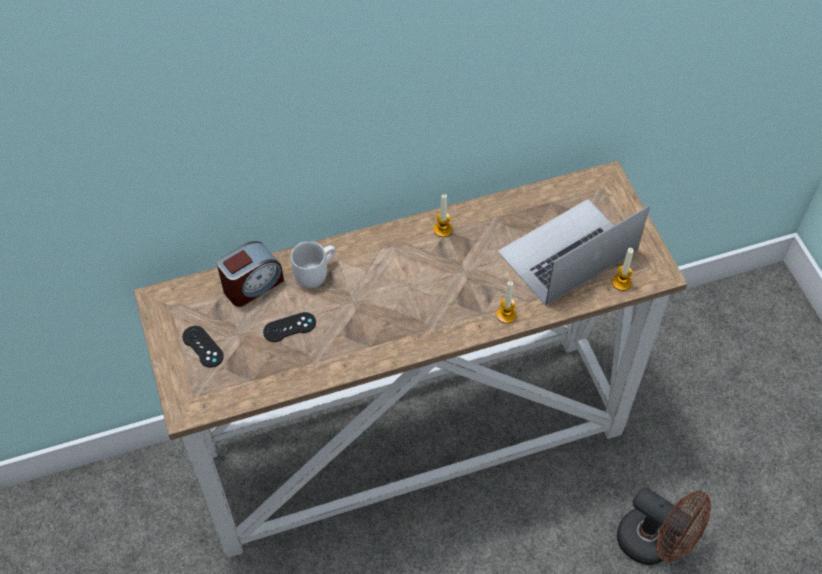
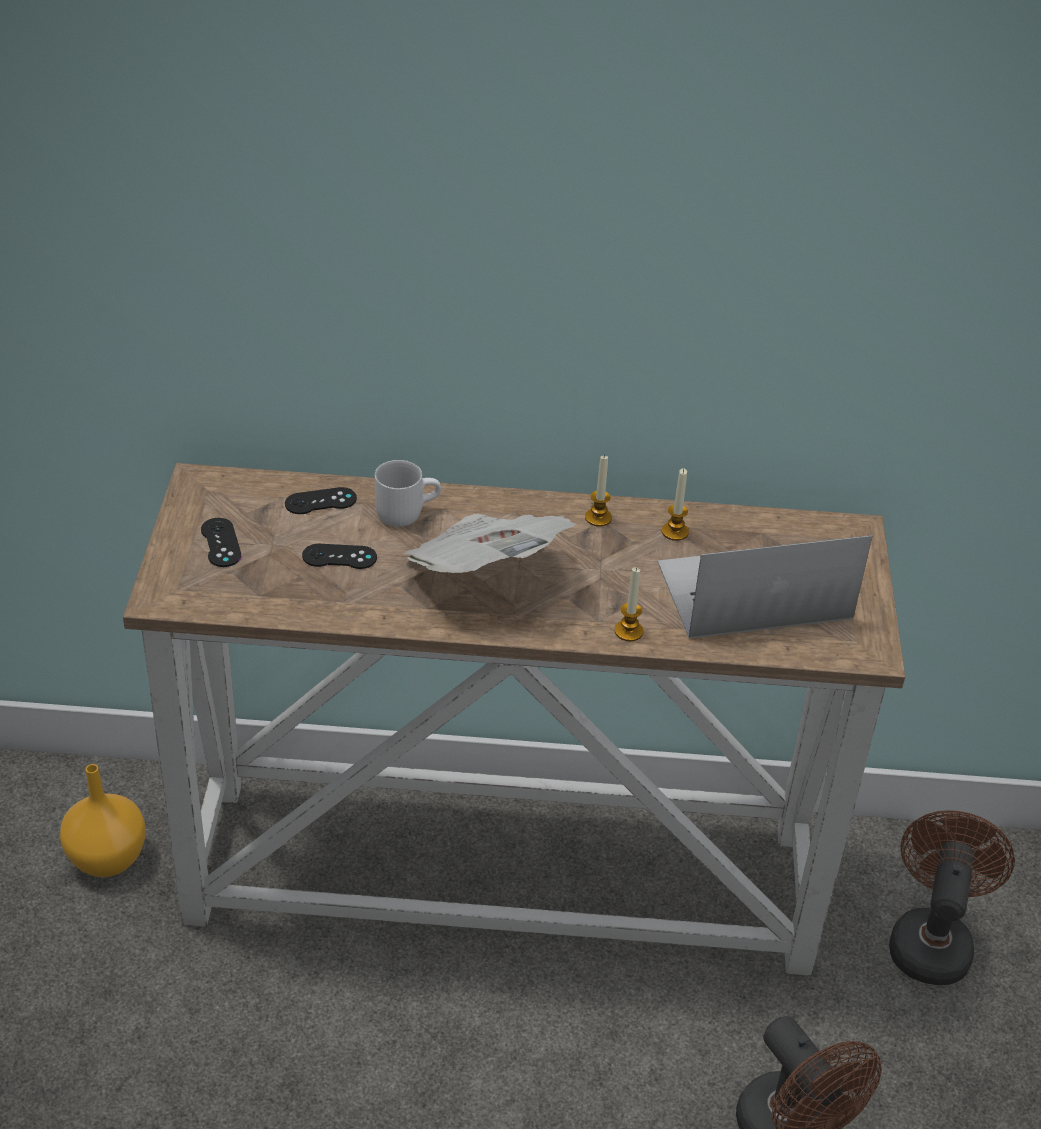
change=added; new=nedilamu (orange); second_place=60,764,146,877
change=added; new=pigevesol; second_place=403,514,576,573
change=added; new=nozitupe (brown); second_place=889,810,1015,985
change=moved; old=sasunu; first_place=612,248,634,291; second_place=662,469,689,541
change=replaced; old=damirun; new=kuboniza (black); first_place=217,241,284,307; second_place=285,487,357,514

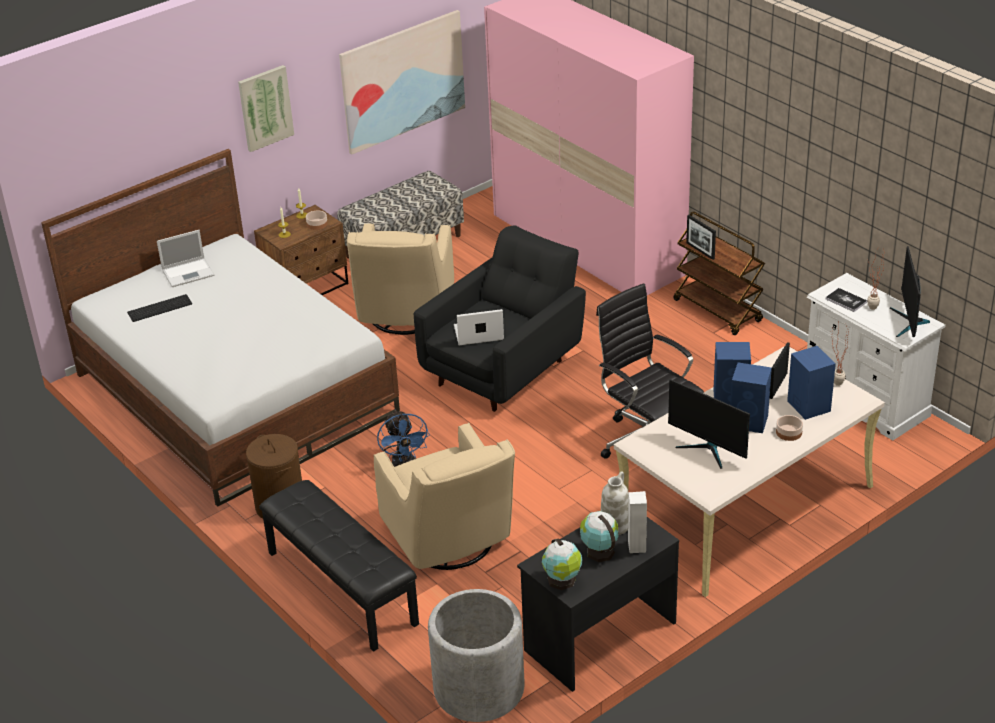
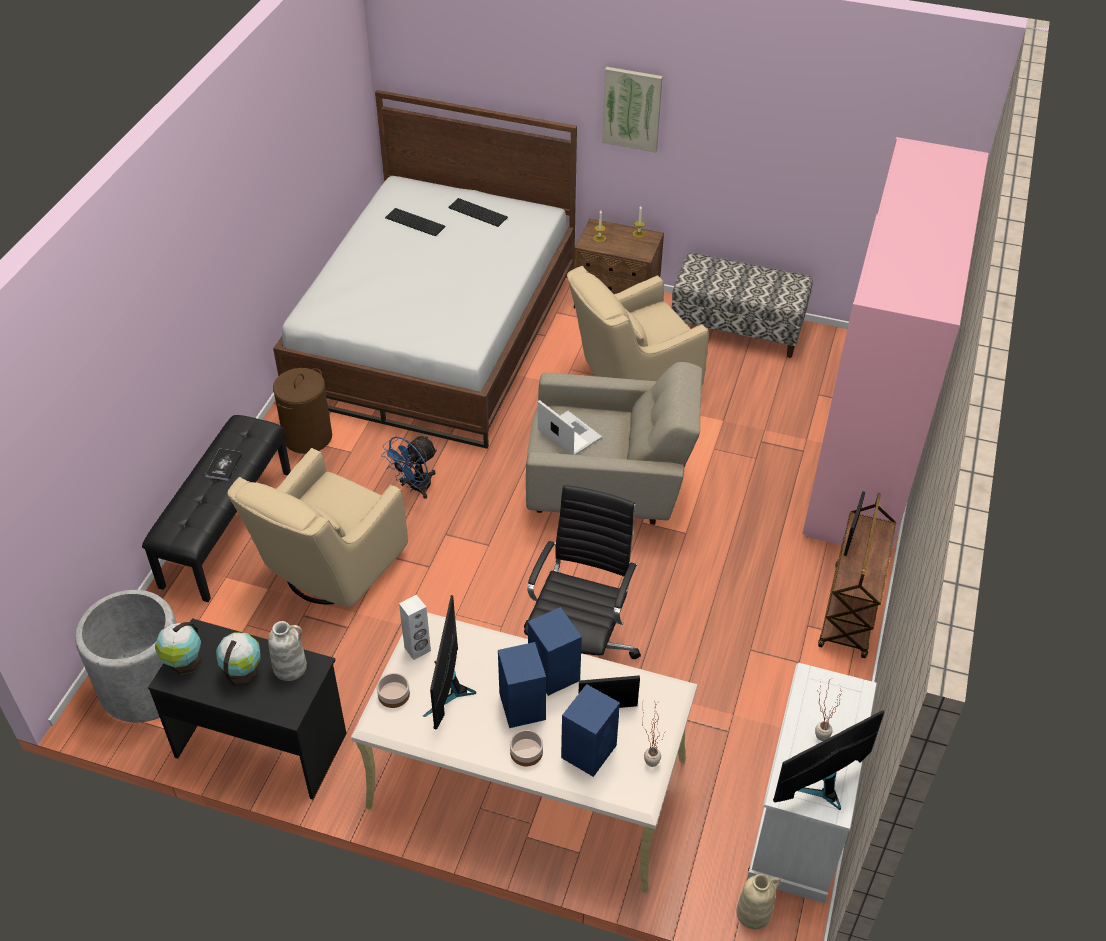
change=removed; old=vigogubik; first_place=339,10,465,154
change=added; new=nedilamu (beige); second_place=736,874,782,929
change=moved; old=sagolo; first_place=306,210,328,230; second_place=377,673,410,708
change=moved; old=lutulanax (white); first_place=628,491,647,553; second_place=399,595,431,660
change=moved; old=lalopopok; first_place=826,288,867,312; second_place=205,448,243,481
change=replaced; old=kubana; new=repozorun; first_place=157,230,214,287; second_place=448,198,508,227
change=recoloured; old=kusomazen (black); new=kusomazen (beige); first_place=414,225,586,412; second_place=526,362,702,525

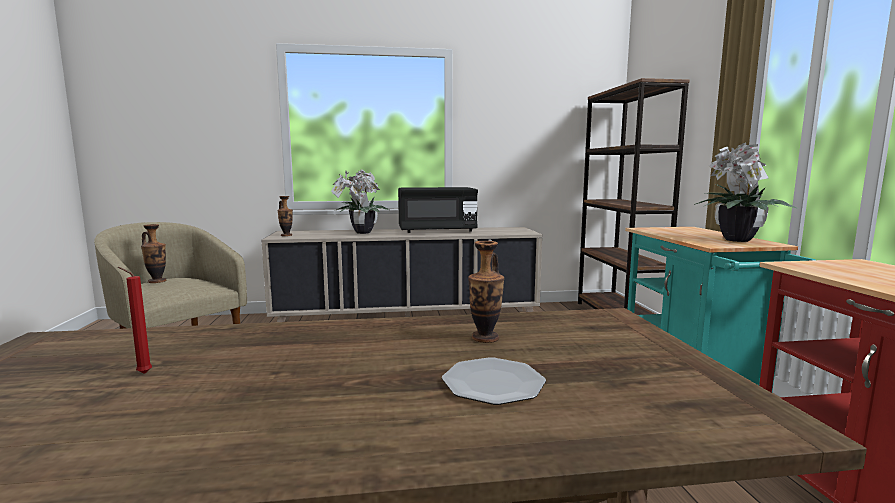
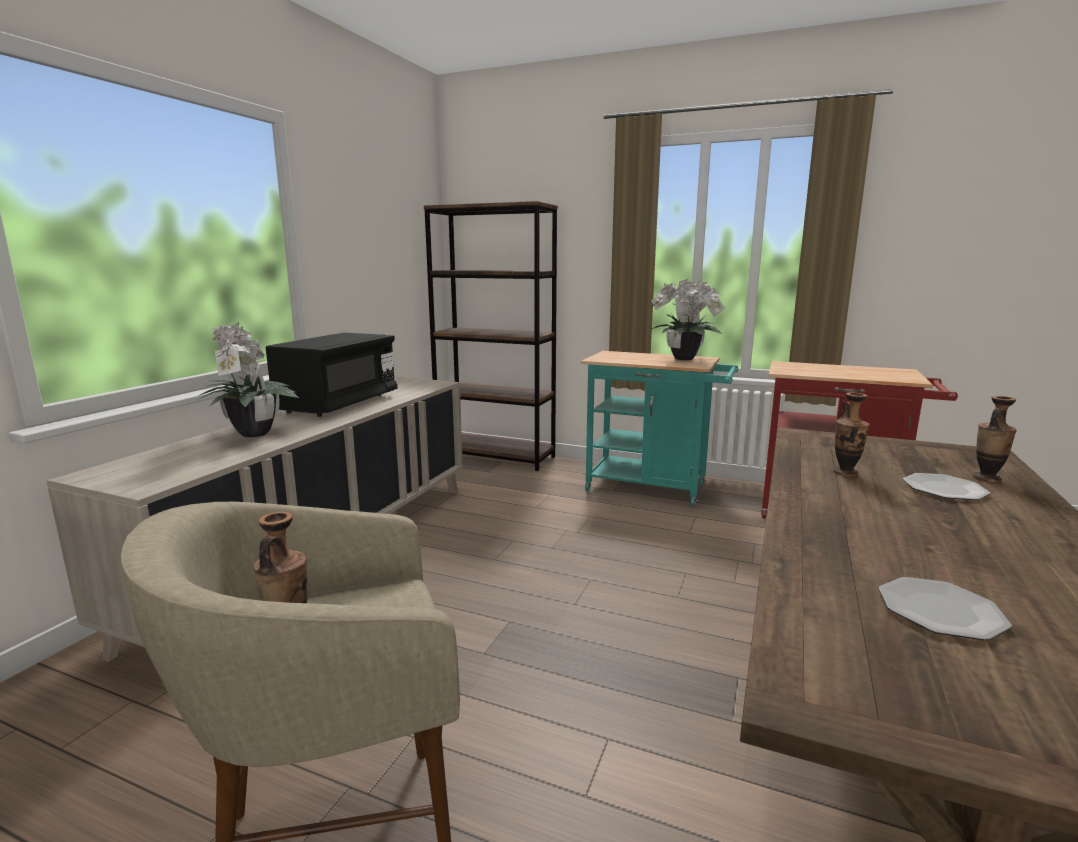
change=moved; old=nedilamu; first_place=277,196,293,236; second_place=973,396,1017,483
change=replaced; old=sasunu (red); new=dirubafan; first_place=118,267,152,374; second_place=879,577,1012,640

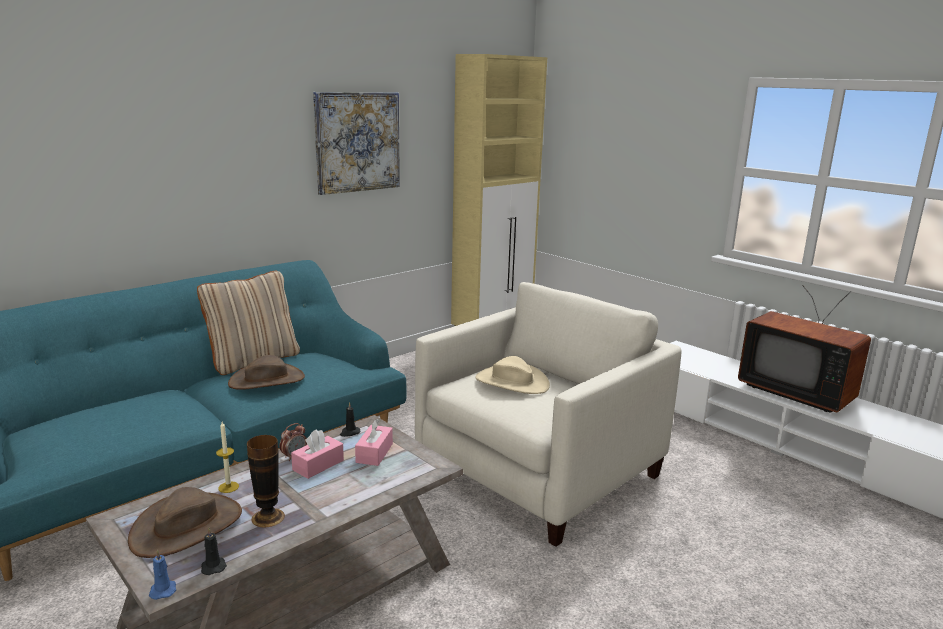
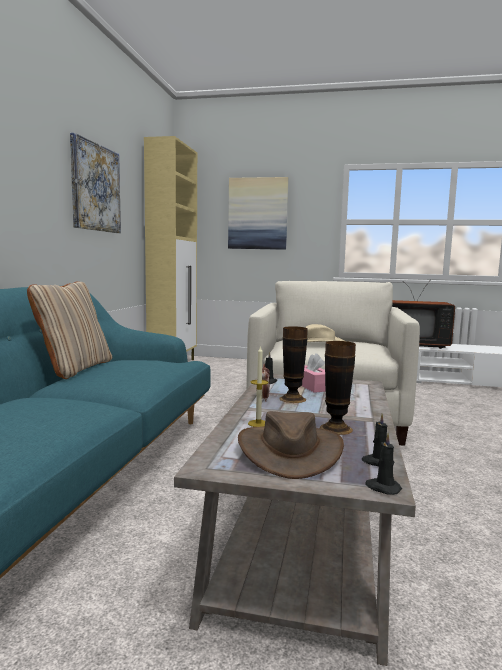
change=removed; old=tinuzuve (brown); first_place=228,355,305,390
change=added; new=vigogubik; second_place=228,177,289,250
change=replaced; old=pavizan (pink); new=nedilamu; first_place=291,429,344,479; second_place=279,326,308,403
change=recoloured; old=sasunu (blue); new=sasunu (black); first_place=149,549,176,600; second_place=365,433,402,495

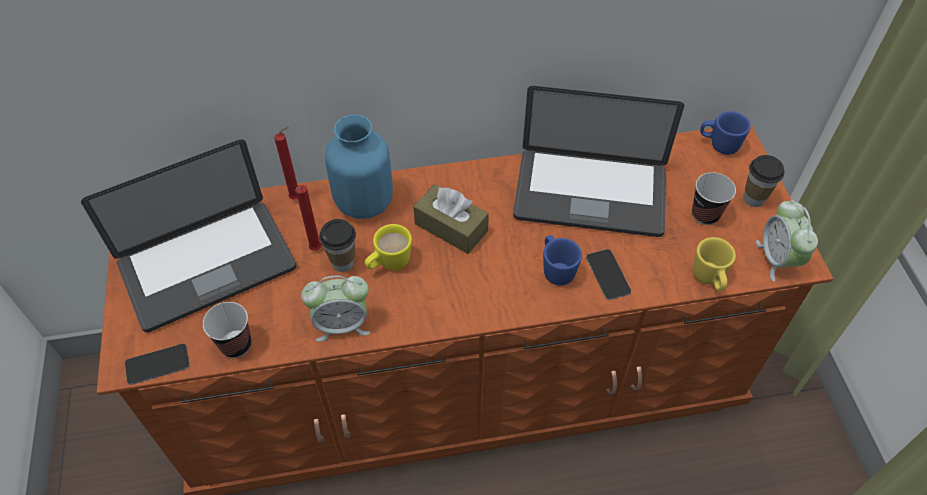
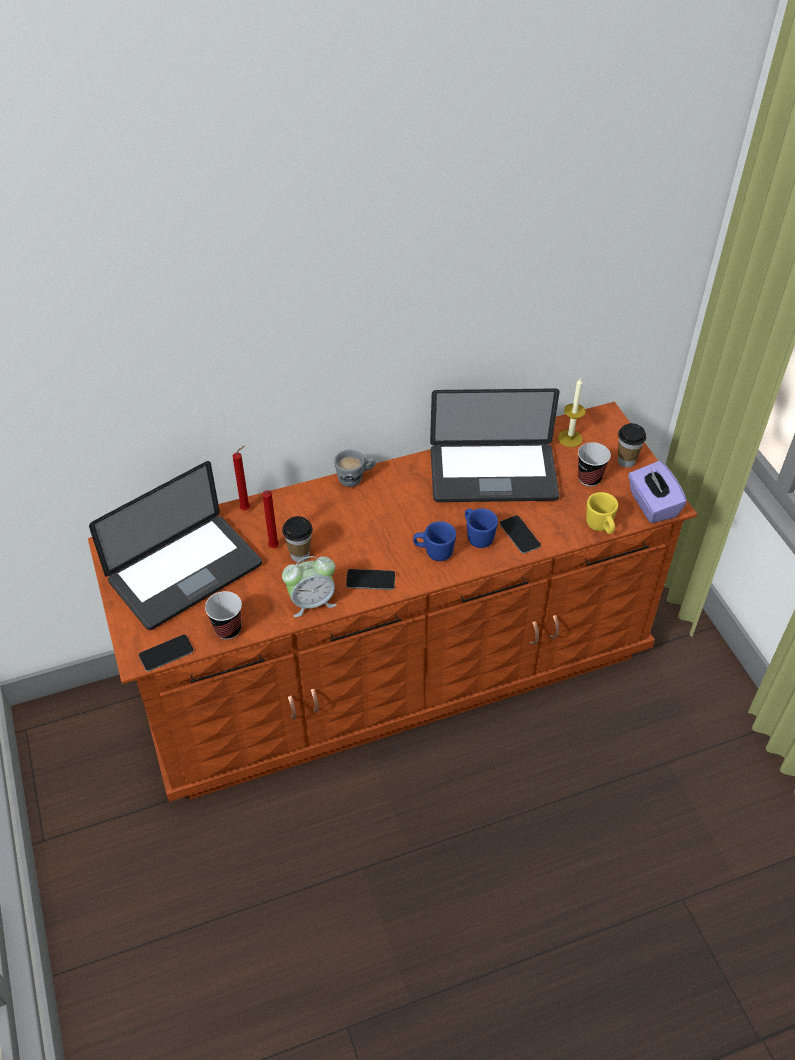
change=removed; old=nedilamu (blue); first_place=325,115,393,219
change=removed; old=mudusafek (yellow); first_place=365,224,412,270
change=removed; old=pavizan (brown); first_place=413,184,489,254
change=added; new=mudusafek (grey); second_place=334,450,376,487
change=added; new=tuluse; second_place=346,569,395,590
change=added; new=sasunu; second_place=558,379,586,447
change=moved; old=mudusafek (blue); first_place=700,111,751,155; second_place=413,521,456,561
change=replaced; old=damirun; new=pavizan (purple); first_place=756,200,818,282; second_place=628,461,687,523

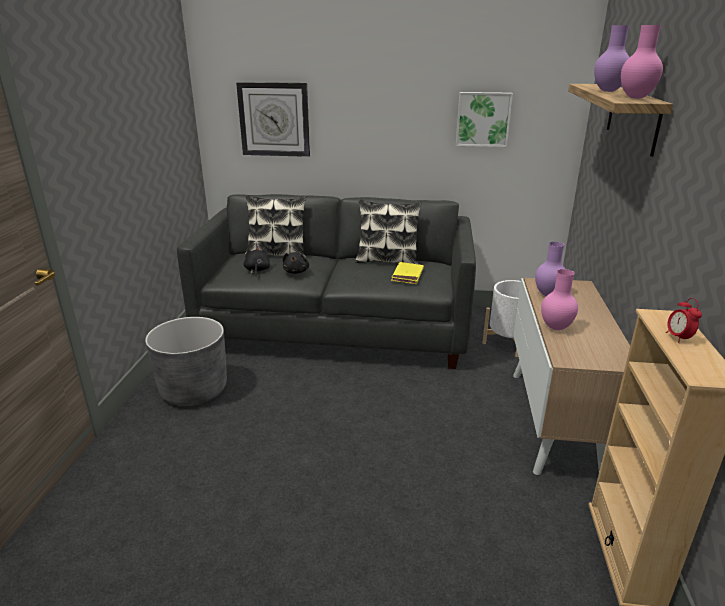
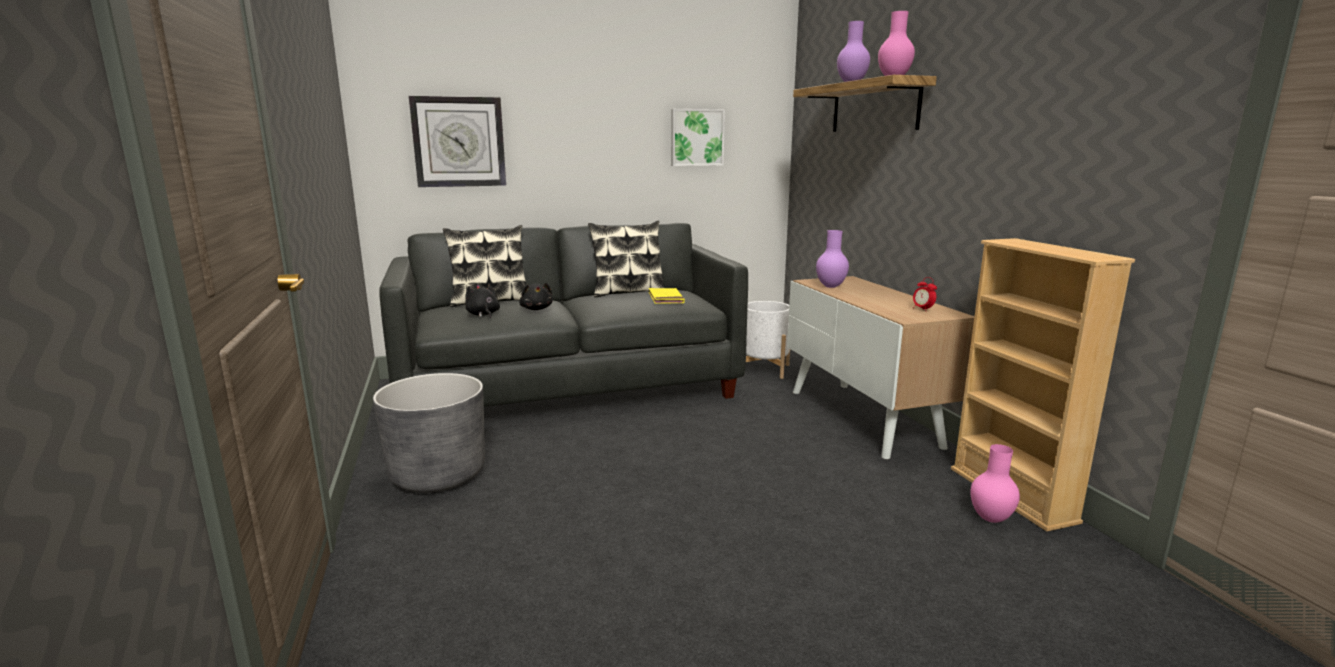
change=moved; old=nedilamu (pink); first_place=541,269,578,330; second_place=970,444,1020,523
change=moved; old=damirun; first_place=666,298,702,343; second_place=913,277,937,309

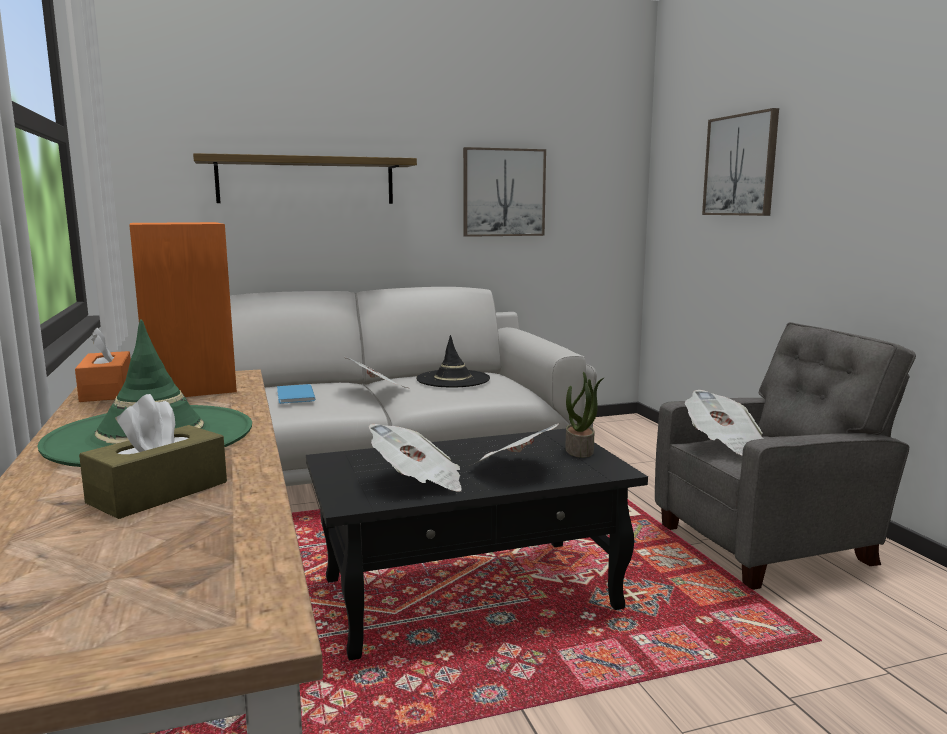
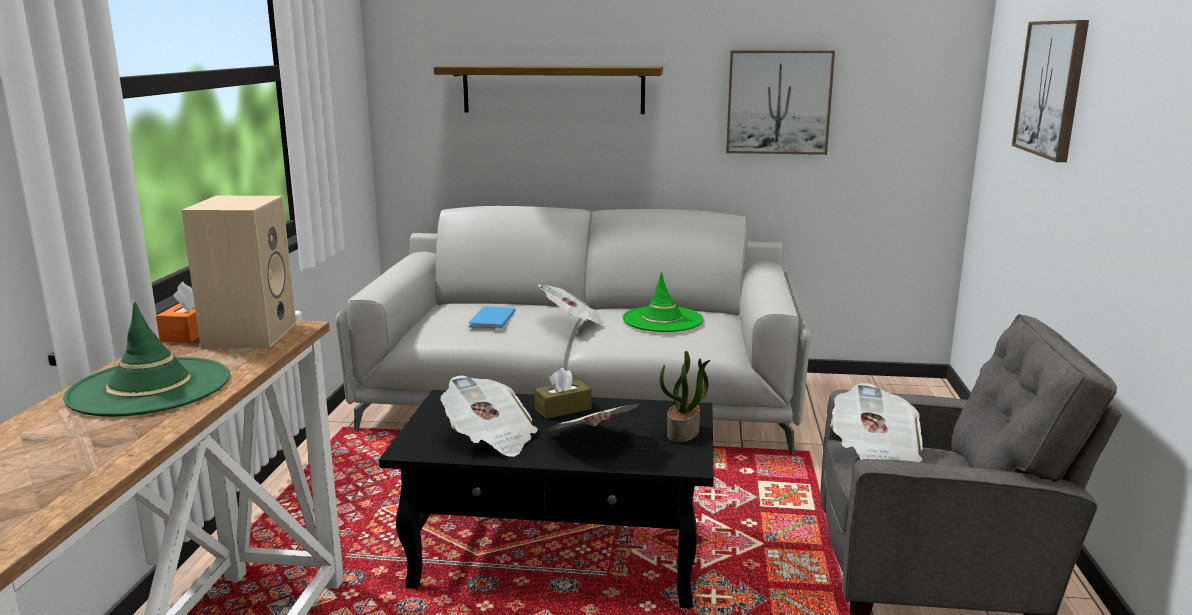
change=moved; old=pavizan (brown); first_place=79,394,227,519; second_place=534,368,592,419
change=recoloured; old=lutulanax (orange); new=lutulanax (beige); first_place=129,222,237,397; second_place=181,196,296,348
change=recoloured; old=tinuzuve (black); new=tinuzuve (green); first_place=416,335,490,387; second_place=622,272,703,332

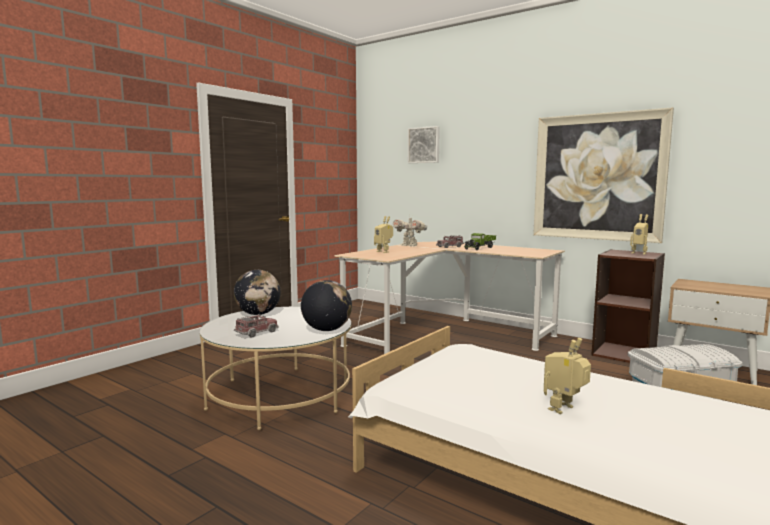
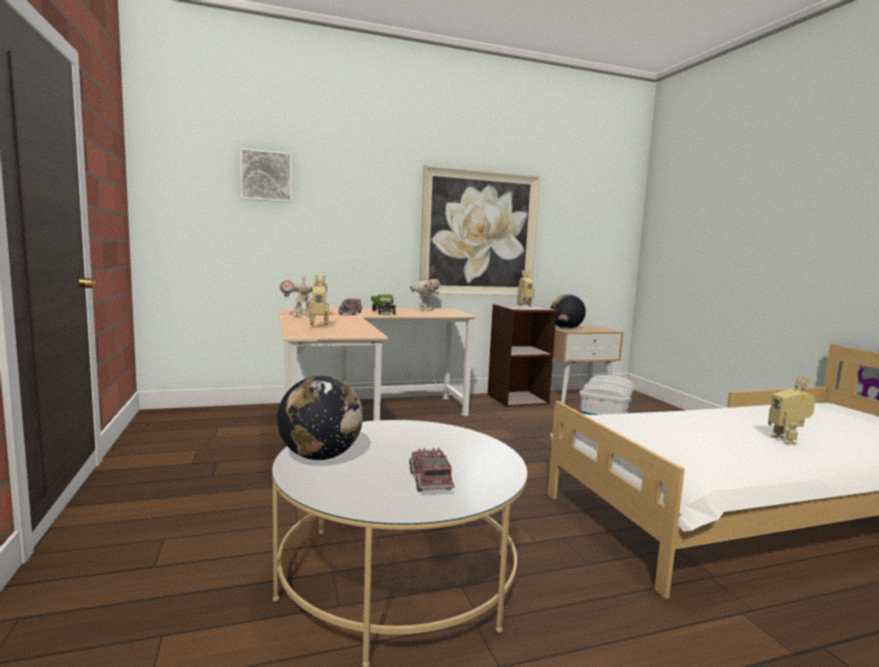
change=added; new=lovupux; second_place=410,274,440,311
change=moved; old=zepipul; first_place=301,280,352,331; second_place=550,294,586,329

